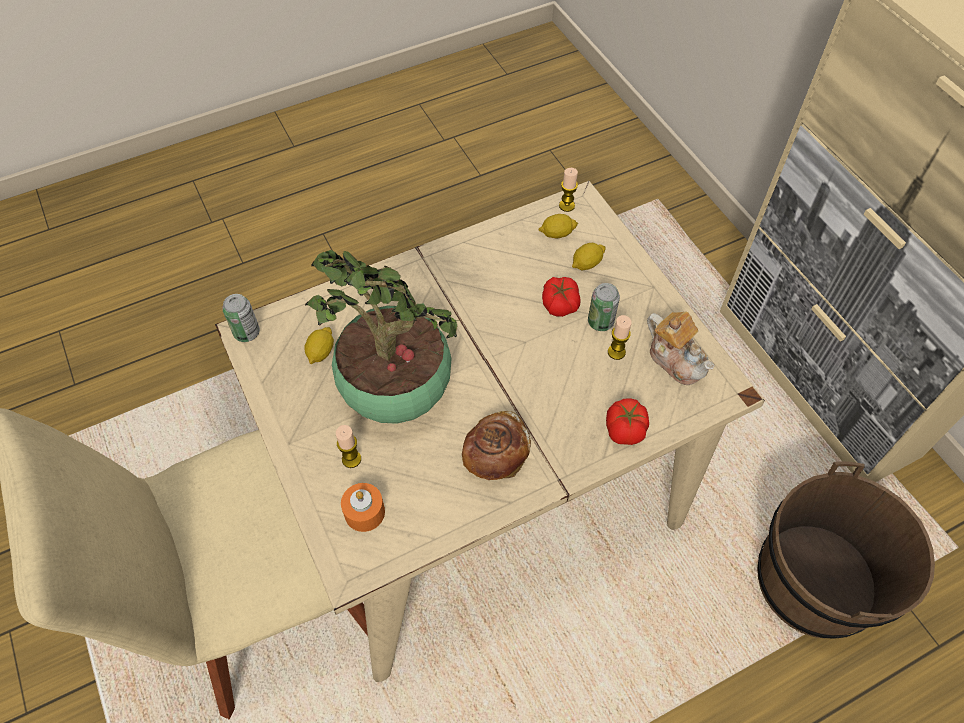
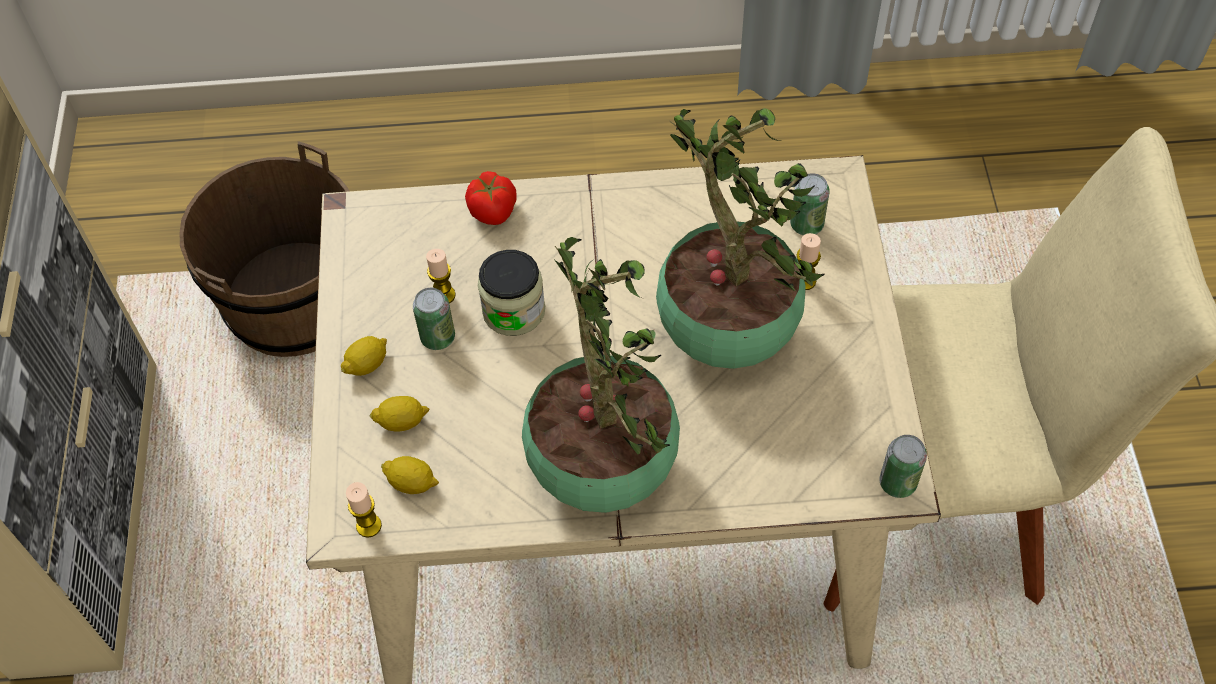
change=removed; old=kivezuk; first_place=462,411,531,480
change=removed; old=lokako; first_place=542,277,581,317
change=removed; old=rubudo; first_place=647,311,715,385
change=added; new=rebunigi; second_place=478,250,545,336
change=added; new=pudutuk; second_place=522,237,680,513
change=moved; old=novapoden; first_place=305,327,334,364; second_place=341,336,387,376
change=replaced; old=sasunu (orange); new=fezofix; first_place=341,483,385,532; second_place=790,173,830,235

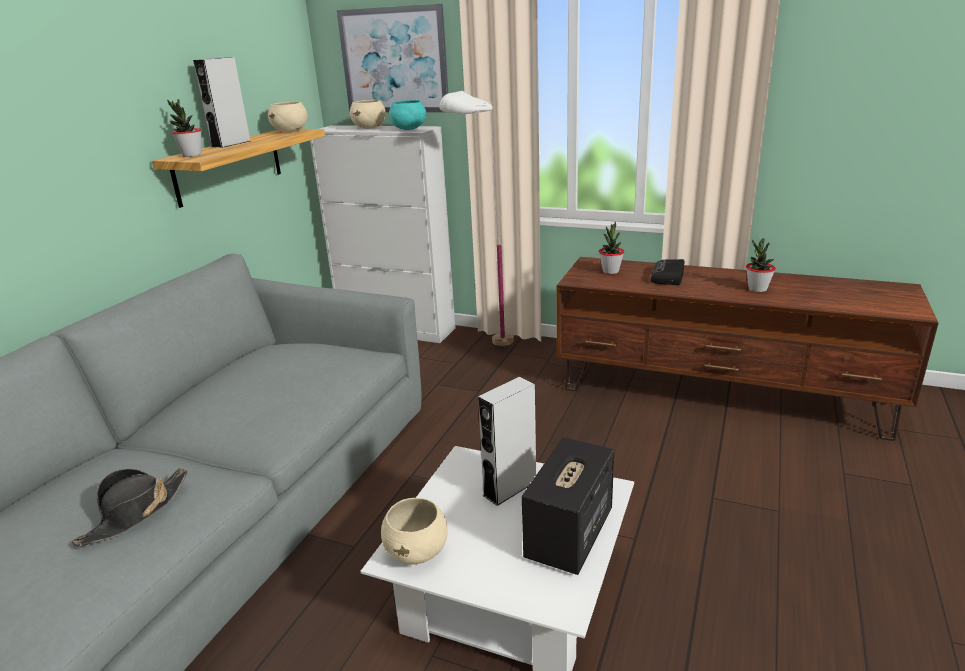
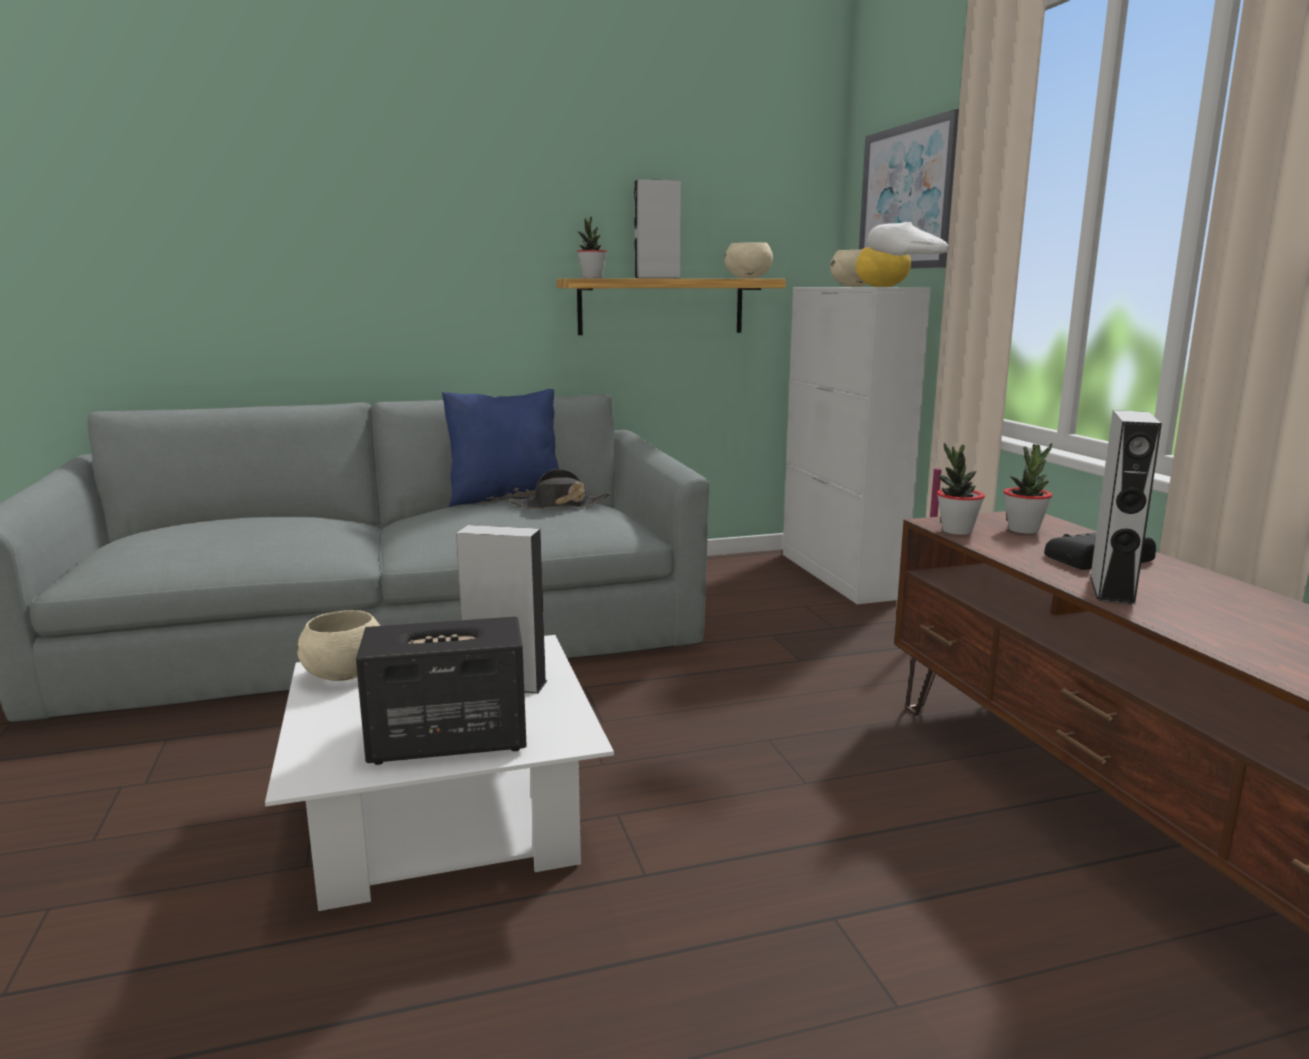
change=added; new=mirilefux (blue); second_place=442,389,559,507
change=added; new=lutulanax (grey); second_place=1090,410,1162,605
change=moved; old=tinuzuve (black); first_place=72,468,188,546; second_place=509,469,610,509
change=moved; old=pudutuk; first_place=746,238,776,292; second_place=937,443,985,535
change=recoloured; old=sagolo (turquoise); new=sagolo (yellow); first_place=389,100,426,130; second_place=856,247,911,287

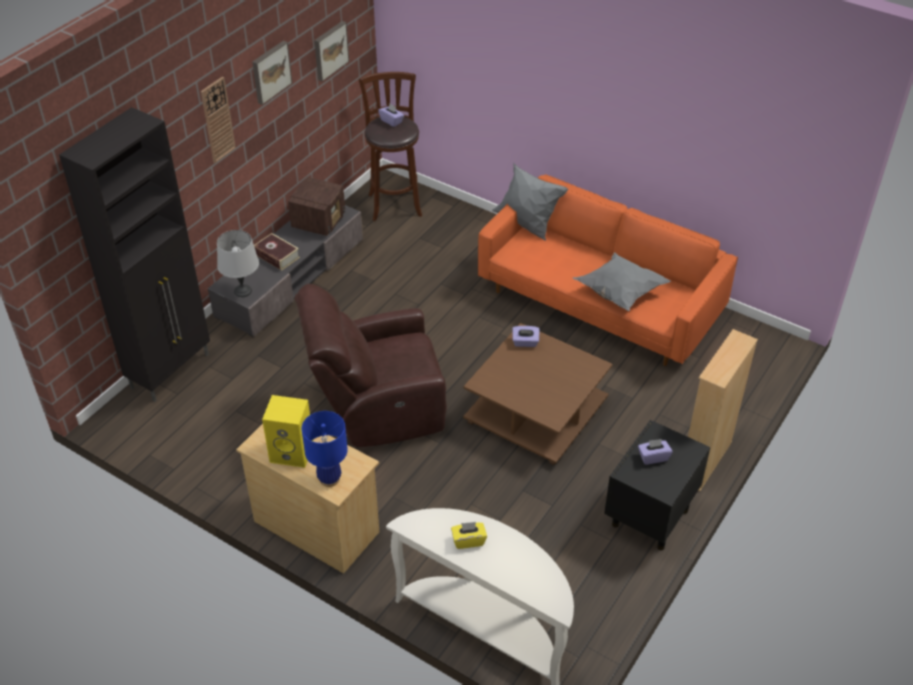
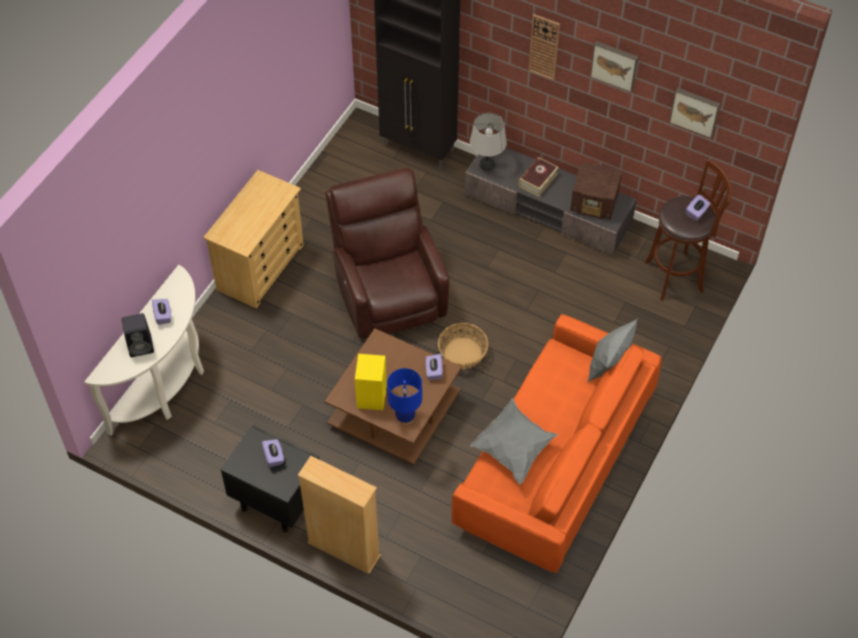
change=added; new=lutulanax (black); second_place=122,313,154,357
change=added; new=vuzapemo; second_place=438,323,489,369
change=moved; old=lutulanax (yellow); first_place=262,395,314,468; second_place=355,354,387,410
change=moved; old=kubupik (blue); first_place=302,411,348,487; second_place=387,368,422,425
change=recoloured; old=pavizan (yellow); new=pavizan (purple); first_place=451,522,487,549; second_place=152,299,171,325

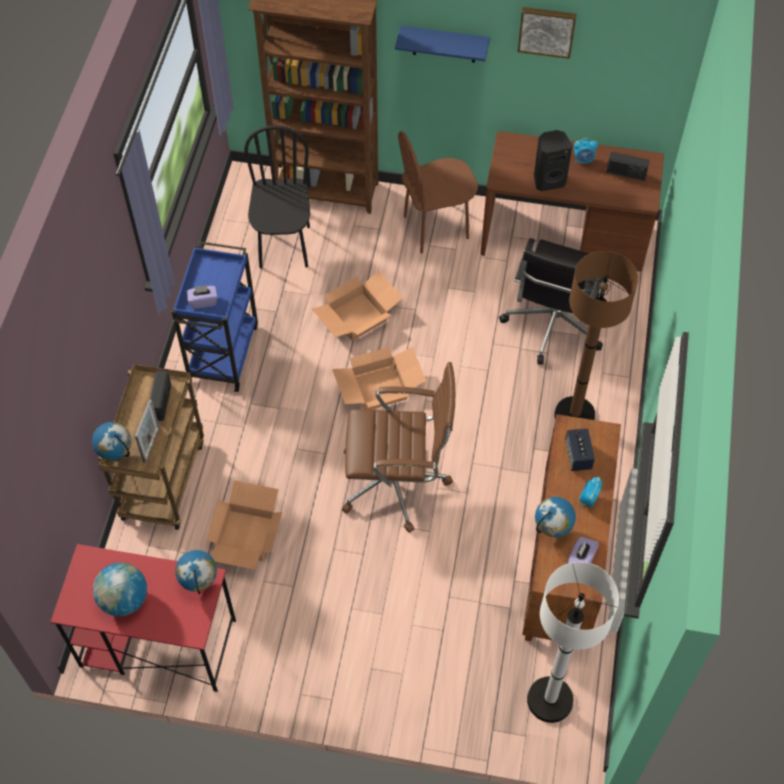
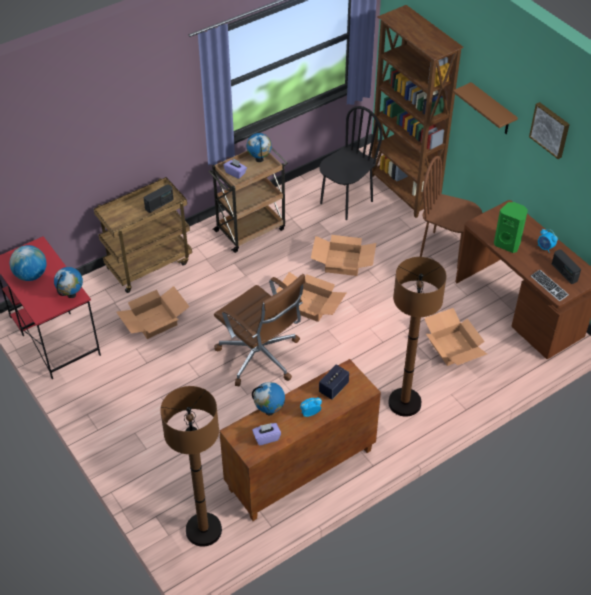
change=removed; old=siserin; first_place=135,399,159,463
change=added; new=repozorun; second_place=531,269,569,301
change=moved; old=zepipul; first_place=92,422,131,461; second_place=246,133,272,162
change=replaced; old=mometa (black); new=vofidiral; first_place=499,238,604,365; second_place=424,308,487,366
change=recoloured; old=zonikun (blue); new=zonikun (brown); first_place=172,241,258,392; second_place=209,148,288,253
change=recoloured; old=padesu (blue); new=padesu (brown); first_place=395,26,490,63; second_place=453,82,518,134
change=recoloured; old=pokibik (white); new=pokibik (brown); first_place=527,562,619,723; second_place=160,386,222,547
change=recoloured; old=lutulanax (black); new=lutulanax (green); first_place=534,130,573,191; second_place=494,202,528,253

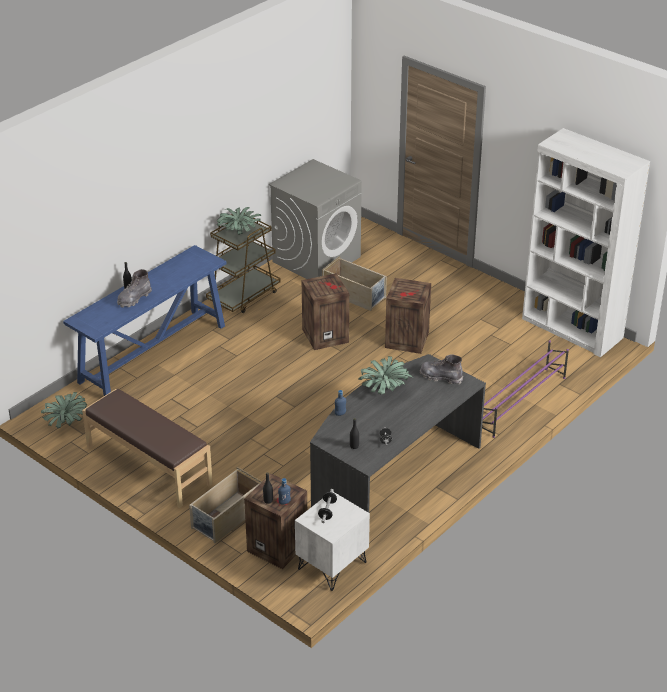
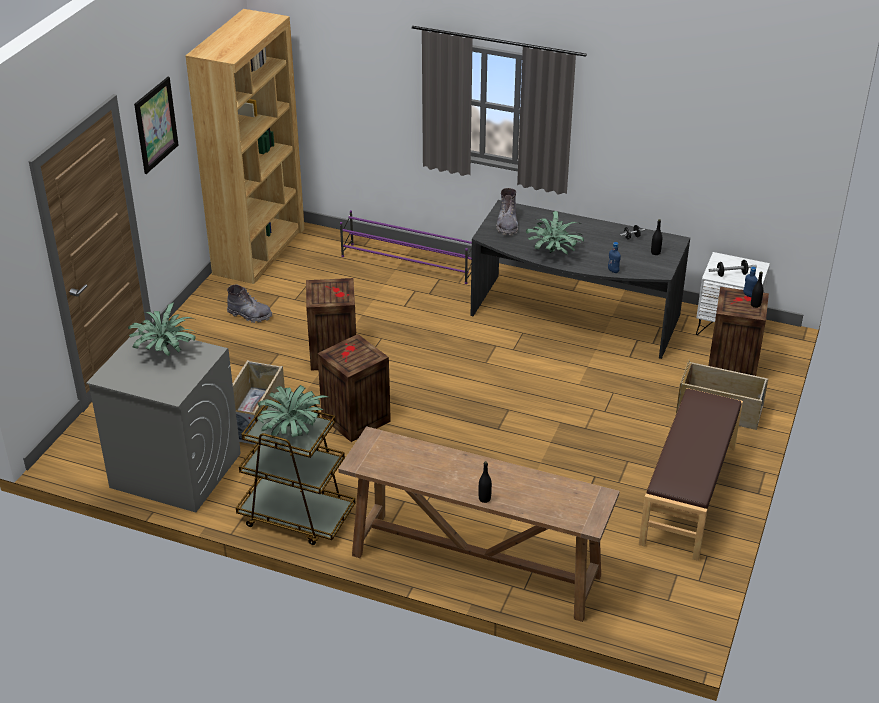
change=added; new=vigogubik; second_place=134,77,179,174
change=moved; old=pudutuk; first_place=41,392,87,428; second_place=128,303,196,356
change=moved; old=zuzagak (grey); first_place=117,269,152,308; second_place=227,285,272,323
change=recoloured; old=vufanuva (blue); new=vufanuva (brown); first_place=63,245,226,396; second_place=338,426,620,622
change=recoloured; old=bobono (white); new=bobono (brown); first_place=522,128,650,358; second_place=185,9,305,284

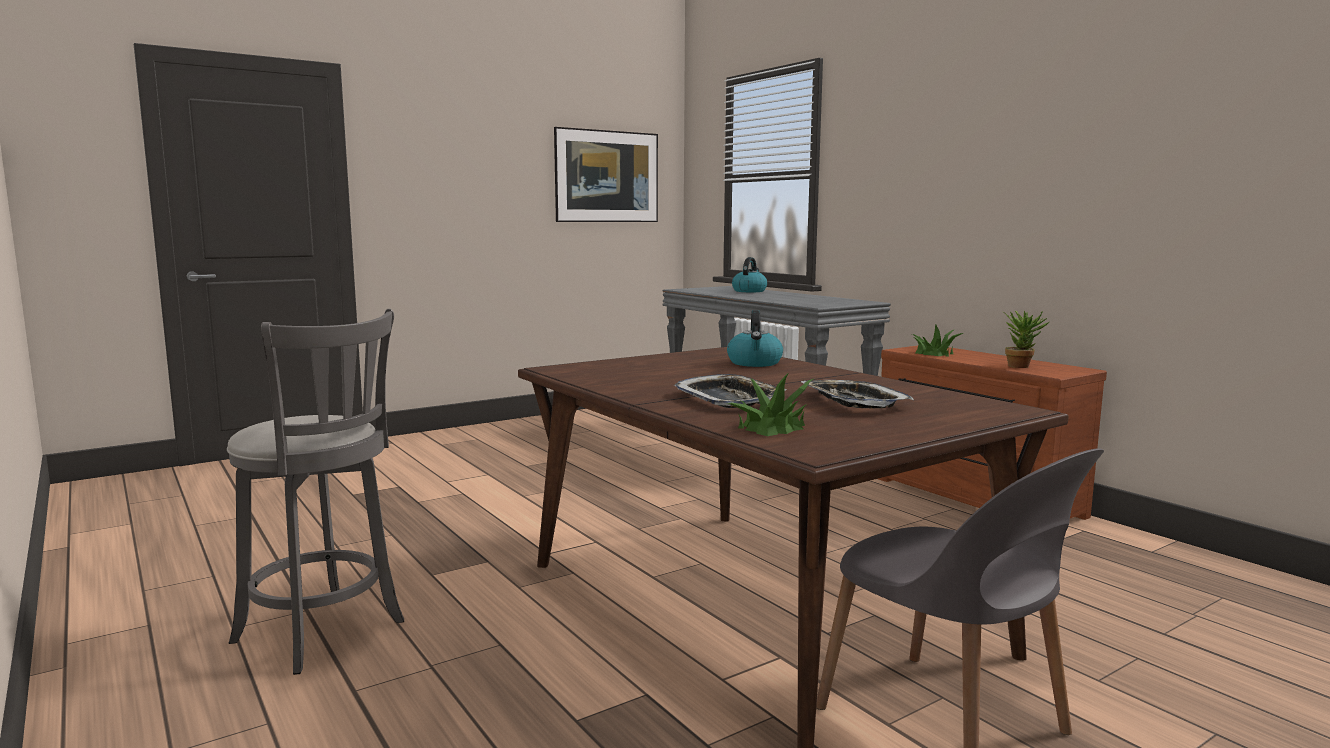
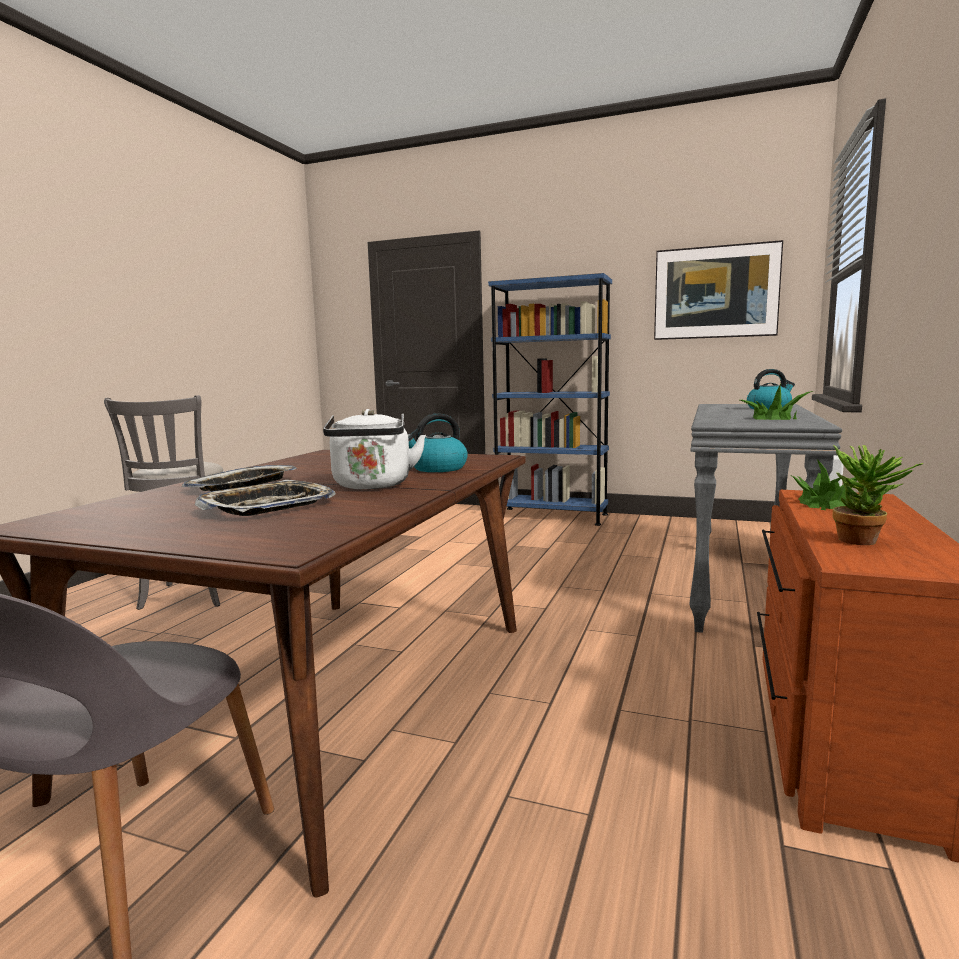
change=added; new=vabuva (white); second_place=323,409,426,489
change=added; new=bobono (blue); second_place=488,273,612,526
change=moved; old=pudutuk; first_place=728,374,815,436; second_place=740,384,813,420

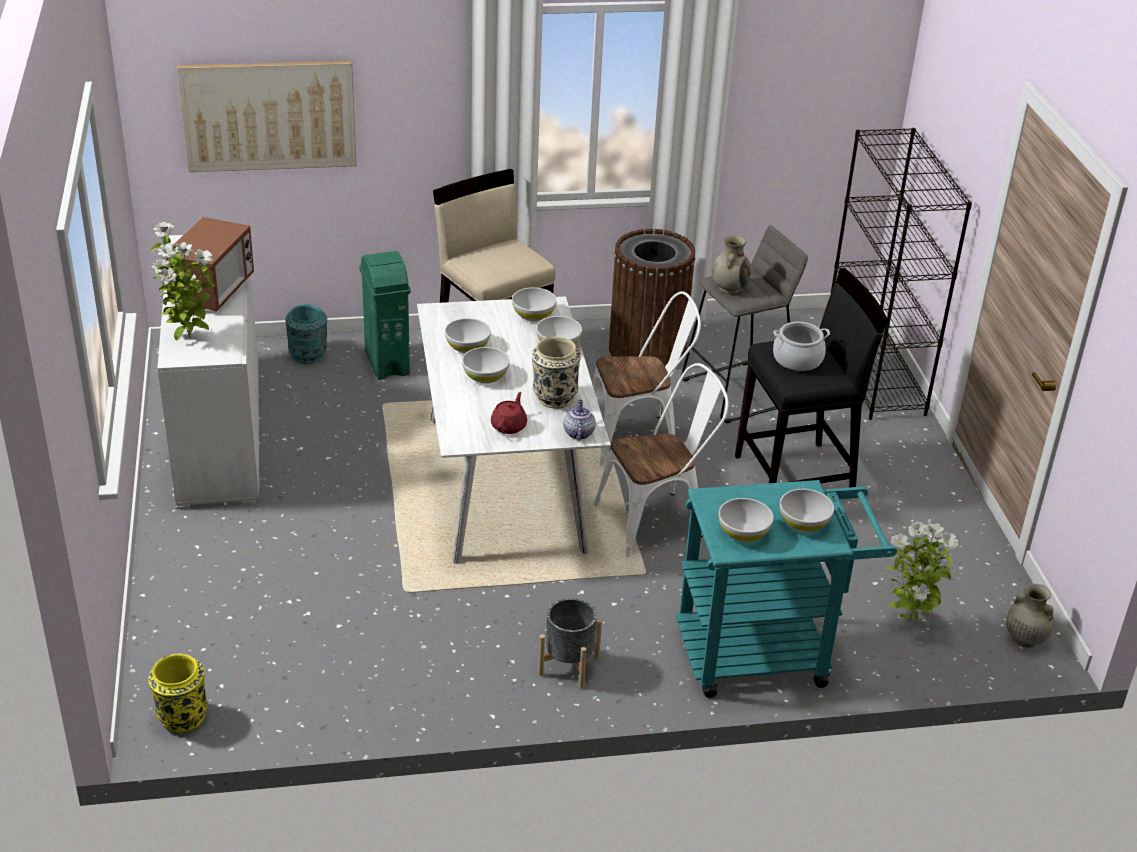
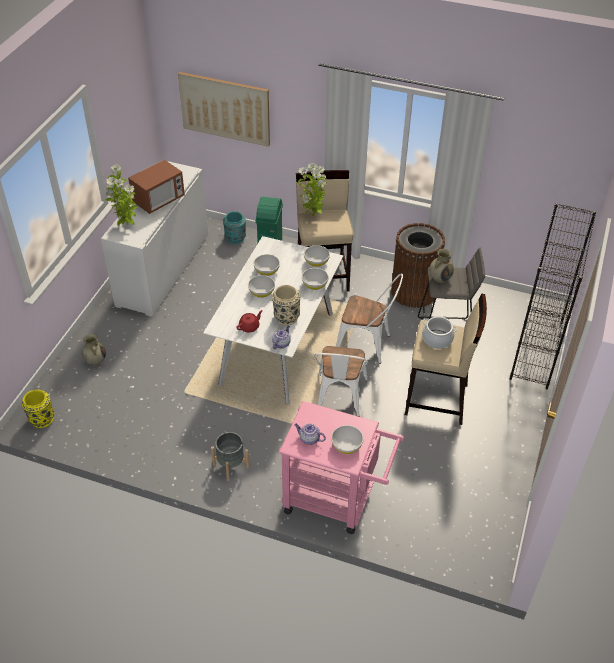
change=moved; old=pudutuk; first_place=886,522,959,624; second_place=298,163,326,218
change=moved; old=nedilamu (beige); first_place=1006,584,1054,648; second_place=82,334,106,366
change=replaced; old=sagolo (white); new=rubudo; first_place=719,498,774,542; second_place=294,424,326,445
change=recoloured; old=zonikun (turquoise); new=zonikun (pink); first_place=676,480,897,698; second_place=279,401,404,534
change=recoloured; old=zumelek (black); new=zumelek (beige); first_place=735,268,888,488; second_place=405,293,487,425
change=turned; old=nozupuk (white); first_place=594,363,729,557; second_place=313,346,368,417; degrees=90

